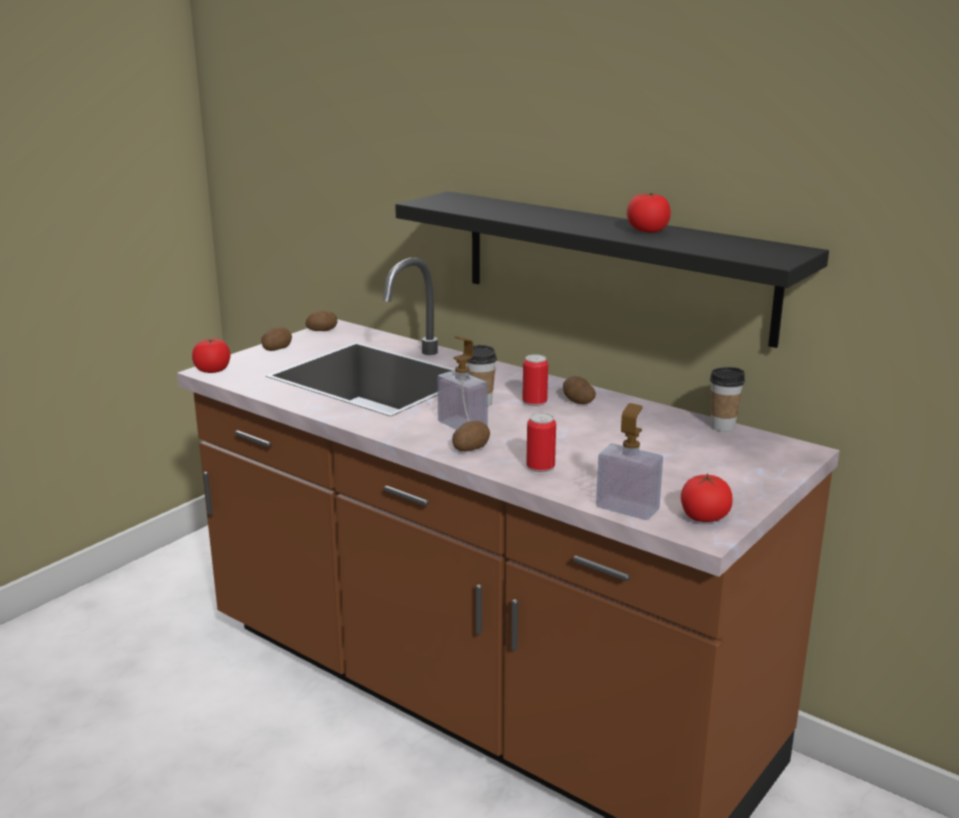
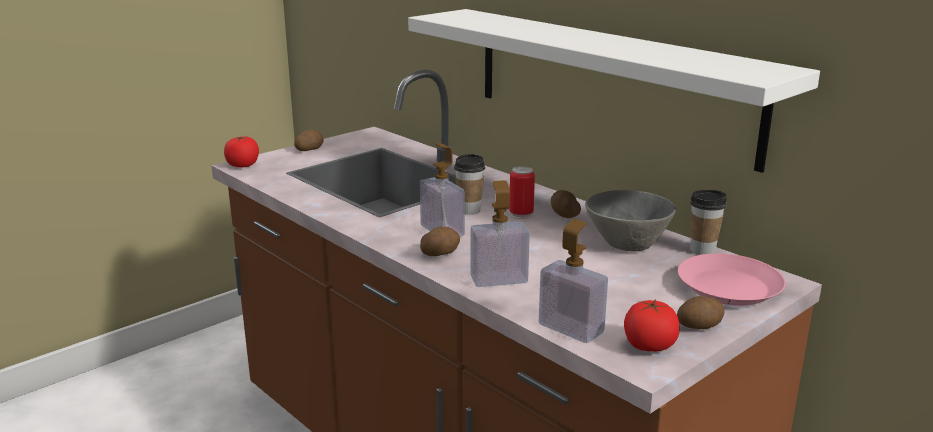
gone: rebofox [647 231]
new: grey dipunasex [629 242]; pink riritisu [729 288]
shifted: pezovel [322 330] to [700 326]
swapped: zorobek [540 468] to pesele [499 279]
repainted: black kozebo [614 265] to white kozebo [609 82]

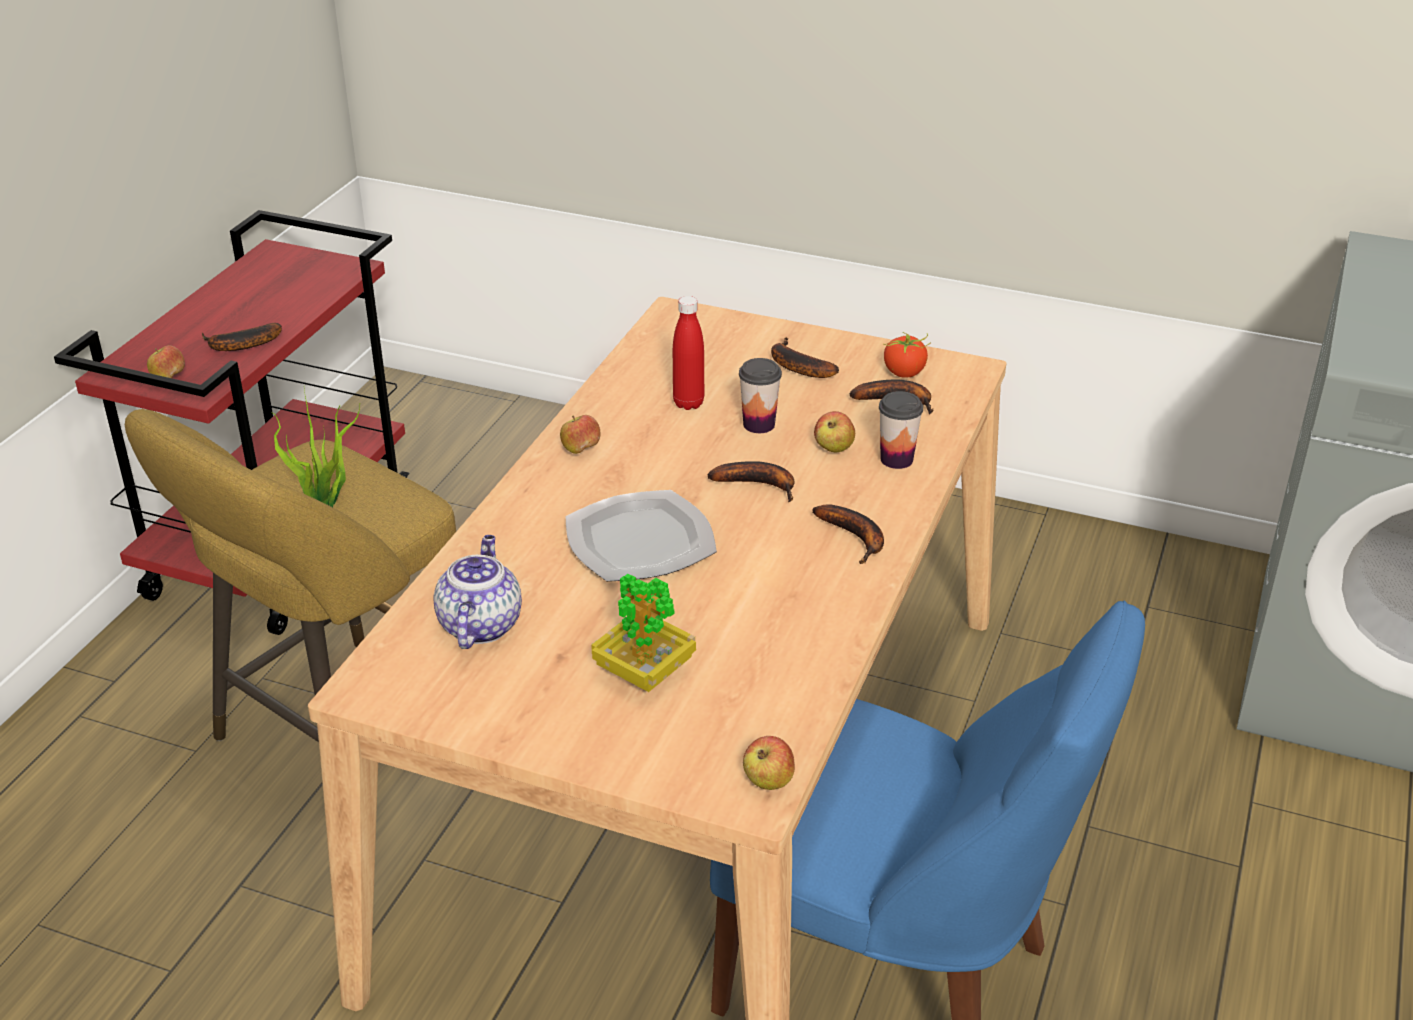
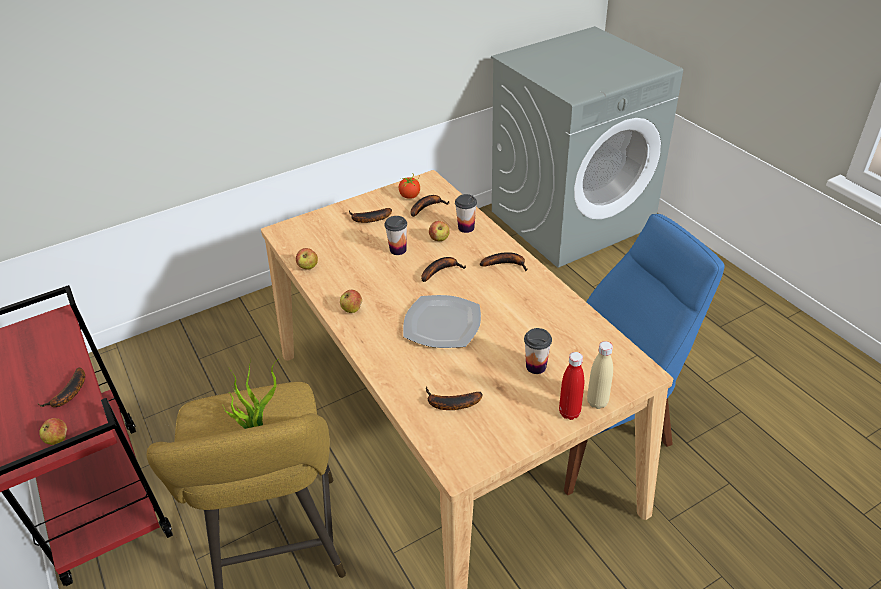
new: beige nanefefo [597 402]
shifted: red nanefefo [688 403] to [569 413]; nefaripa [768 781] to [308 267]
swapped: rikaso [479 624] to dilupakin [450 404]; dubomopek [644 673] to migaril [536 366]

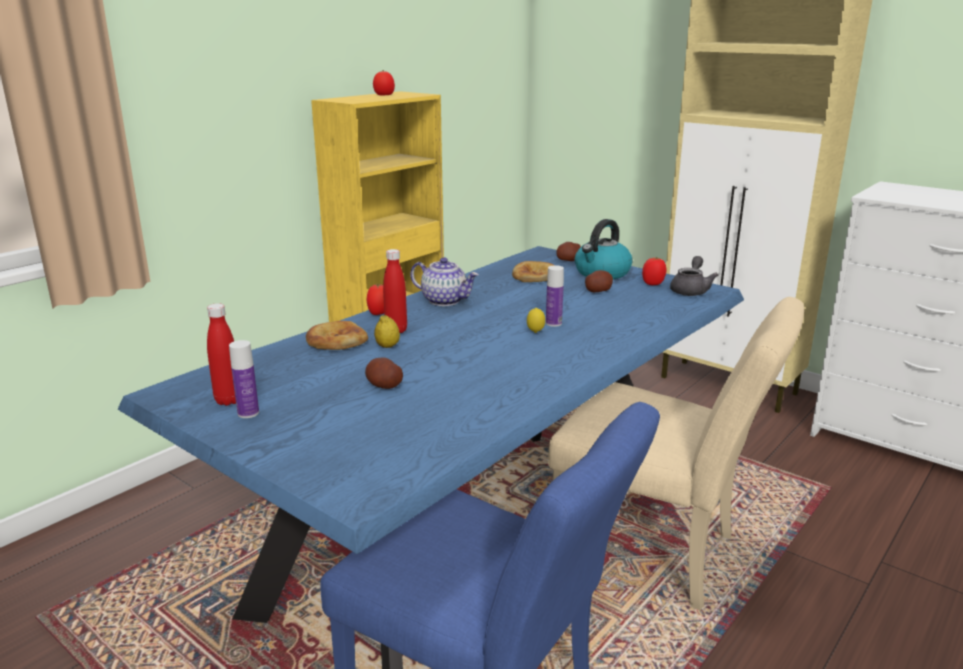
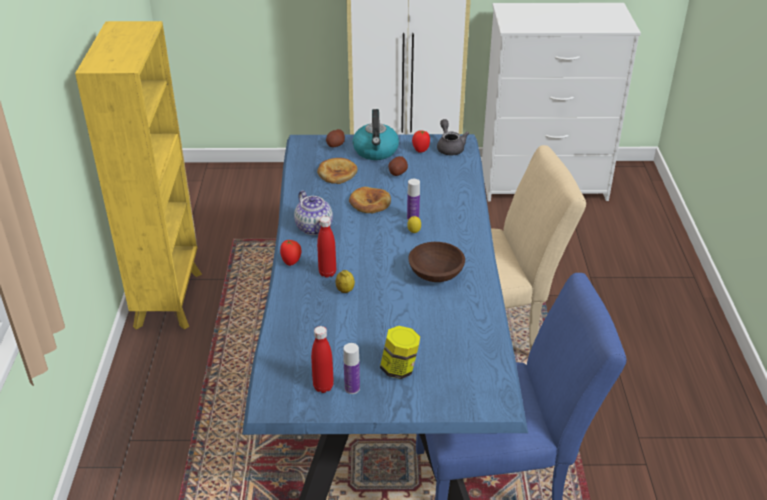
gone: pezovel [384 385]; rebofox [384 95]
new: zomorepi [399 368]; brown dipunasex [436 273]
shifted: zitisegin [336 341] to [370 203]
rotated: rikaso [445 300] = [314 227] 75 degrees clockwise

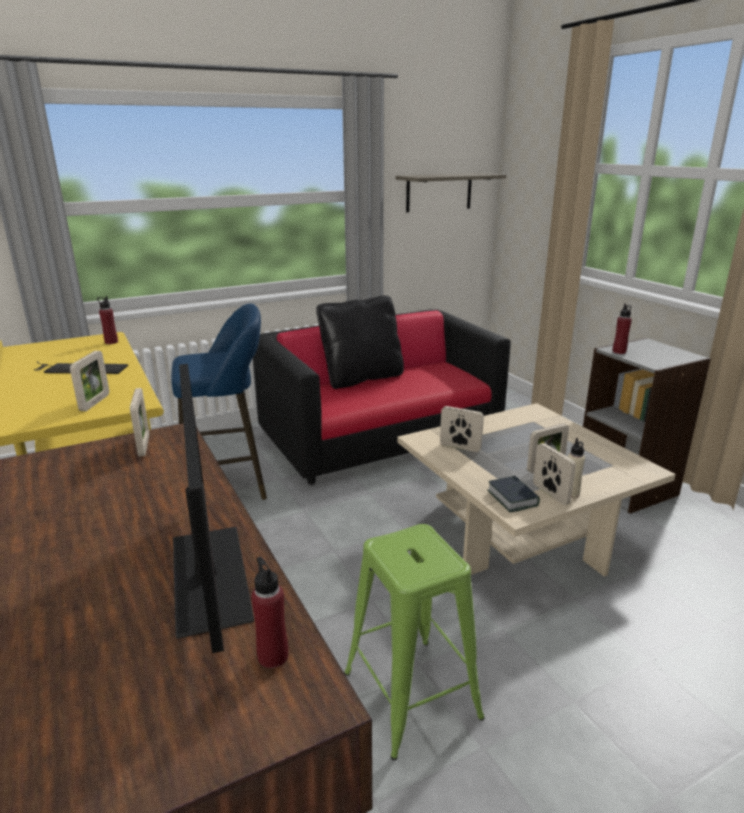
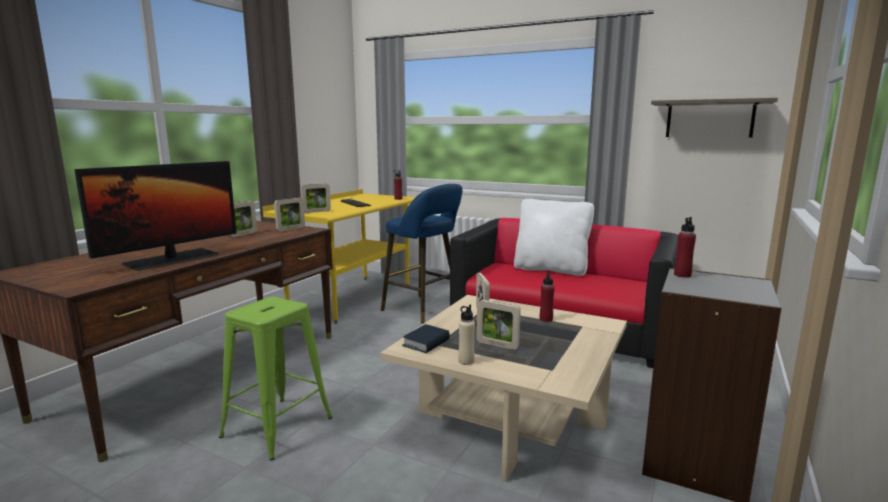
shifted: red nanefefo [273 656] to [546 319]; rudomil [550 494] to [243 234]
repainted: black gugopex [362 378] to white gugopex [551 269]

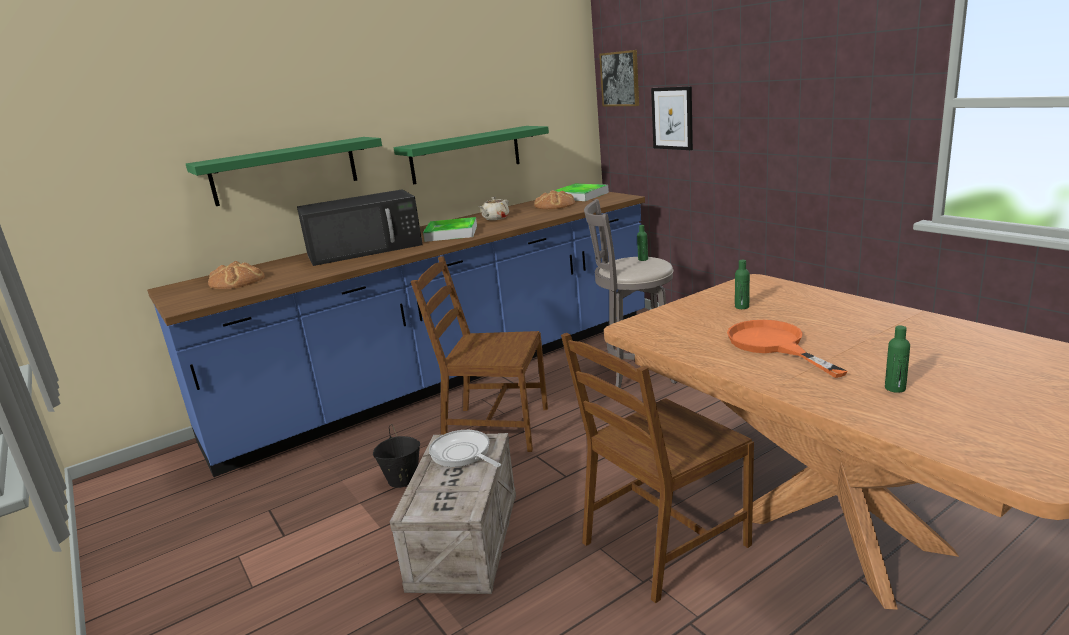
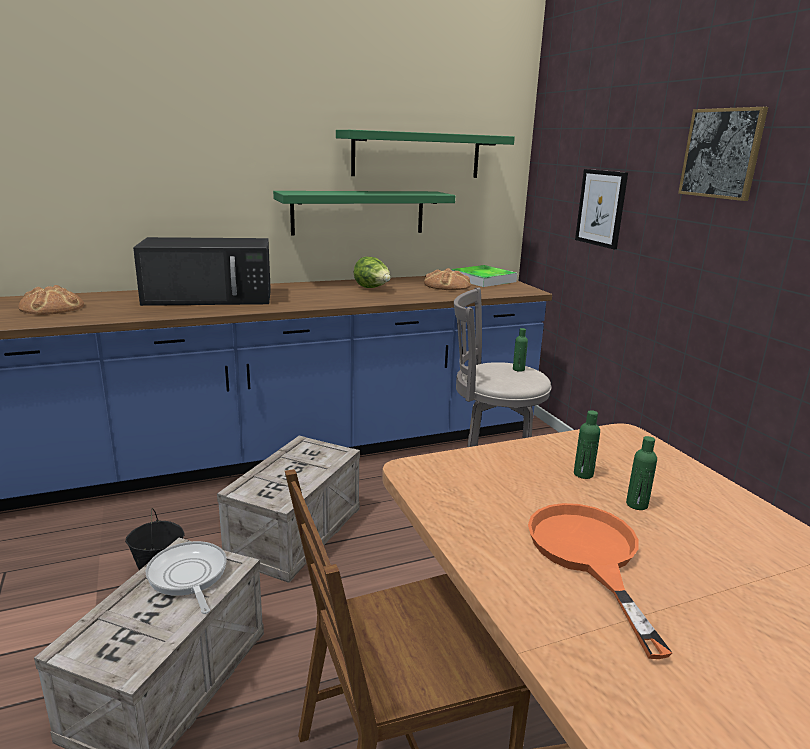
gone: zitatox [451 233]
shifted: green kozebo [285 171] to [416 155]; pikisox [620 79] to [722 153]; green nanefefo [895 388] to [637 504]
swapped: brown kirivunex [495 428] to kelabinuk [296 531]; beige rikaso [495 218] to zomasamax [372 288]

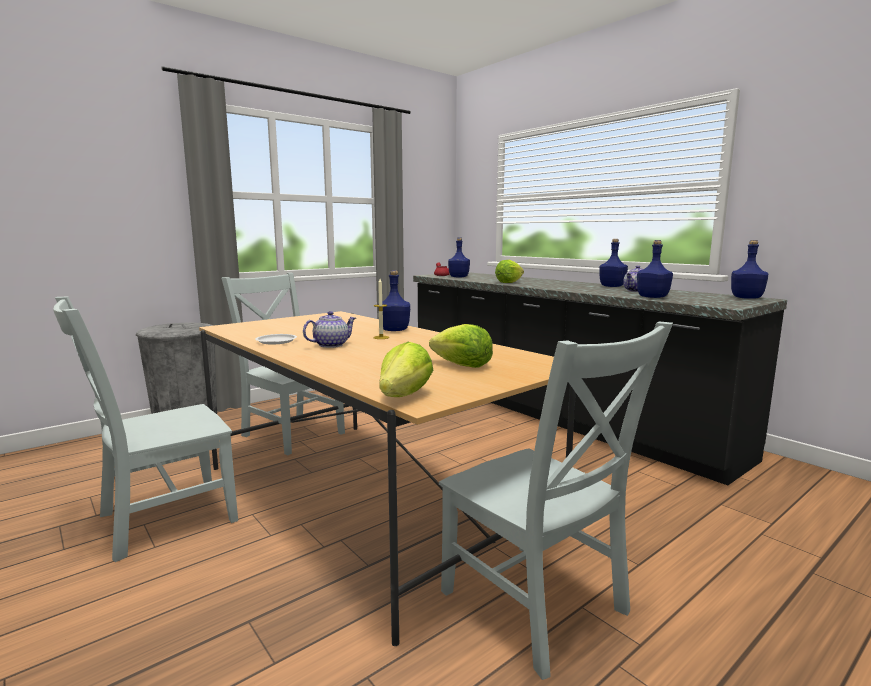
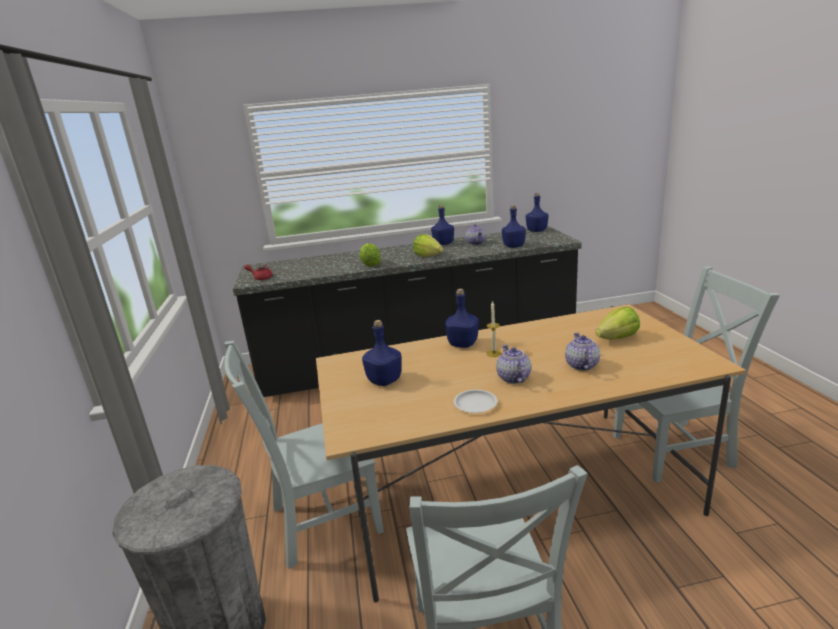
new: rikaso [581 365]
shifted: zomasamax [403 396] to [428 256]; blue nanefefo [458 277] to [385 381]

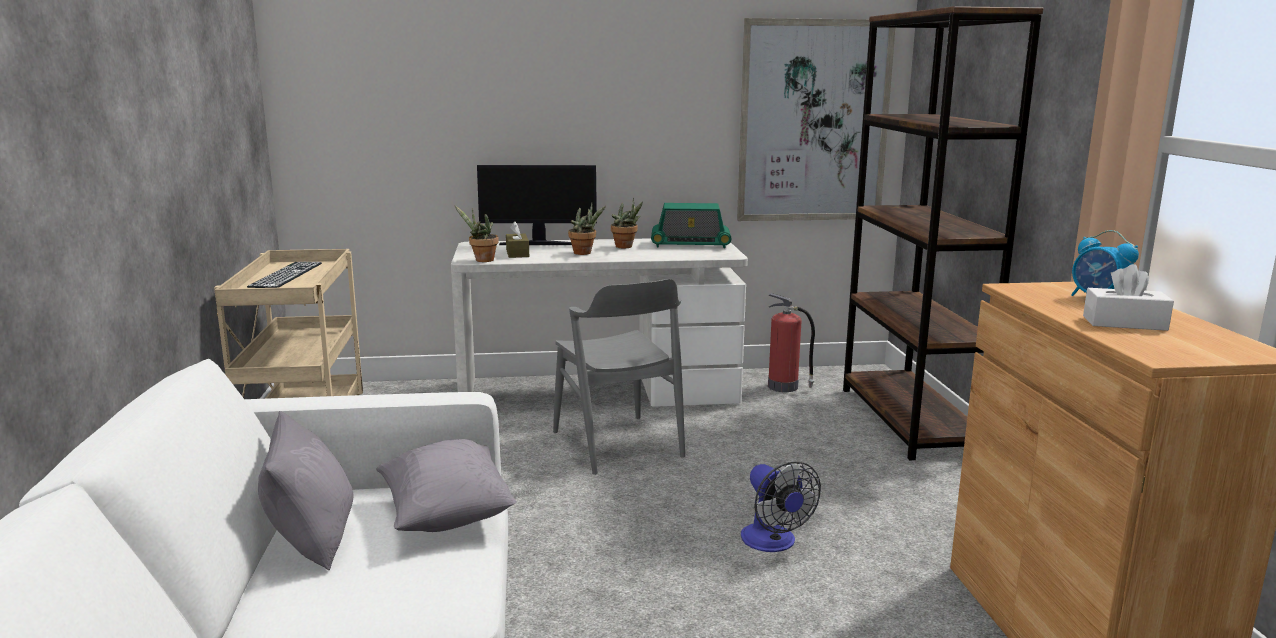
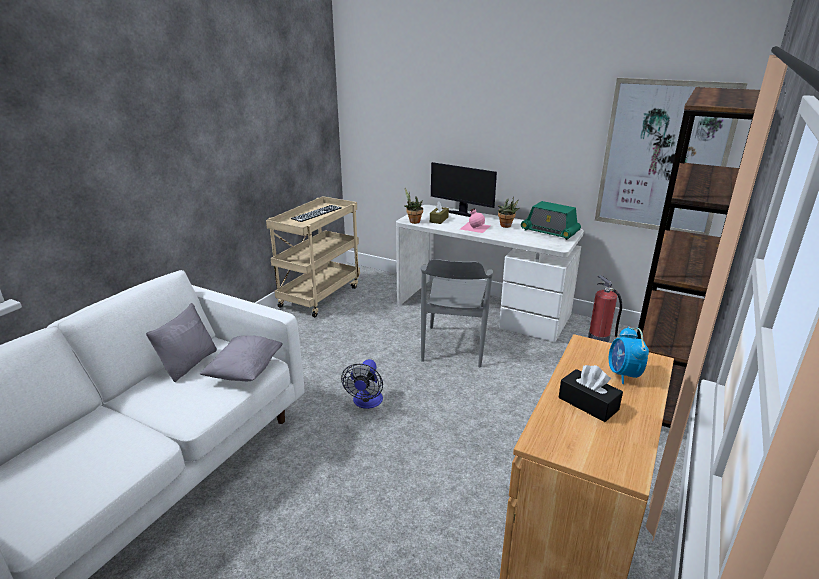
shifted: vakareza [773 543] to [366 402]
swapped: dubomopek [585 253] to pink nanefefo [475 227]
repainted: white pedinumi [1124 323] to black pedinumi [588 404]

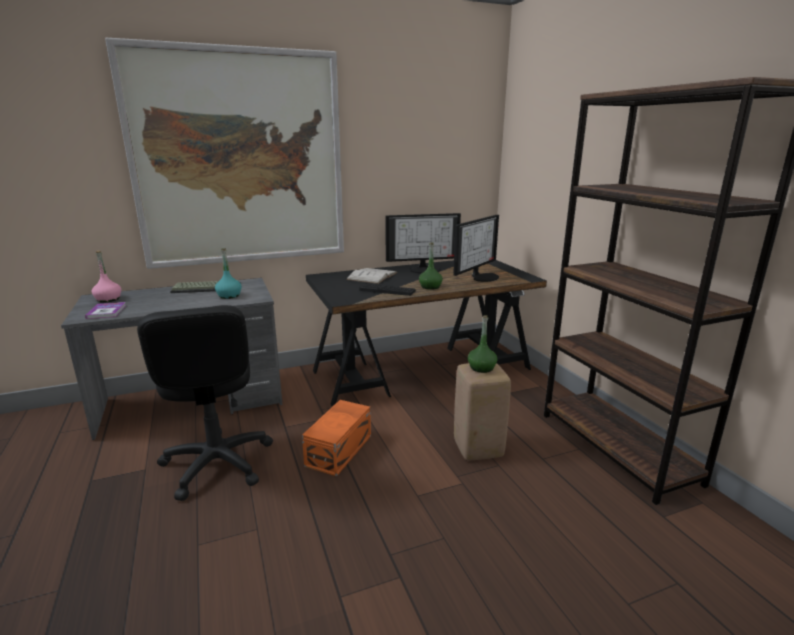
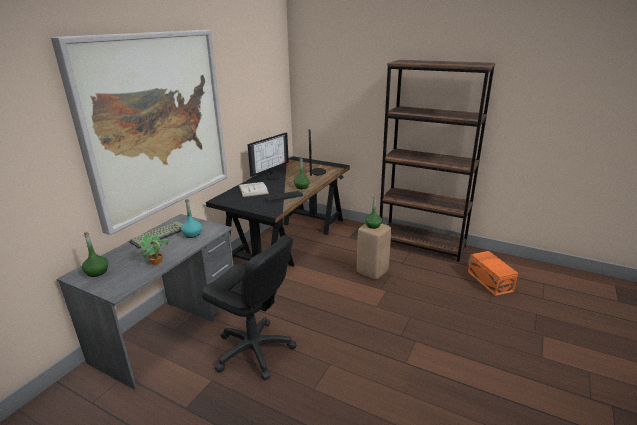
gone: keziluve [106 311]
new: dubomopek [156 262]
shifted: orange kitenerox [340 450] to [490 281]
repainted: pink nanefefo [108 299] to green nanefefo [97 272]

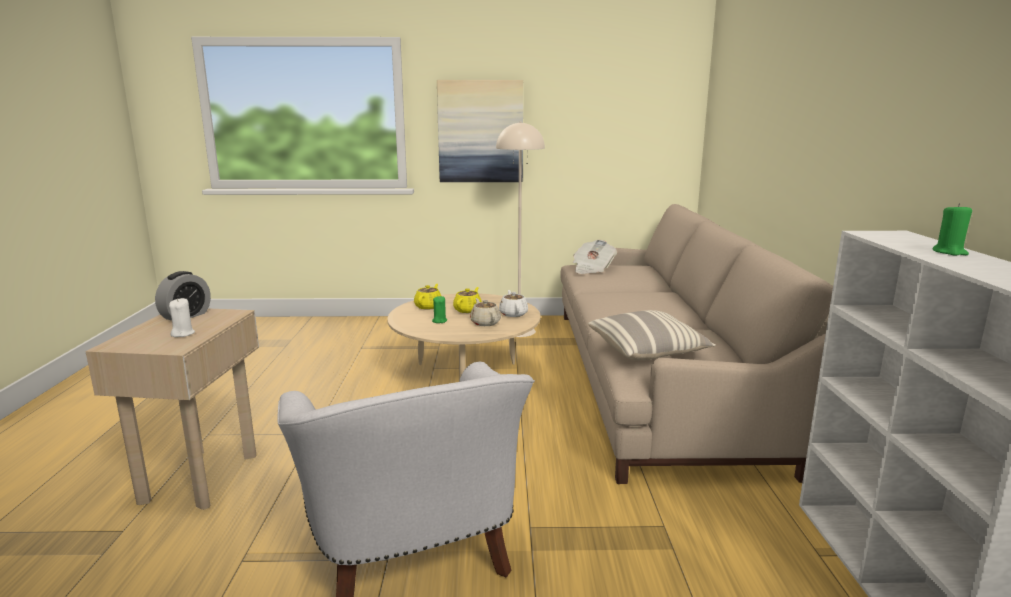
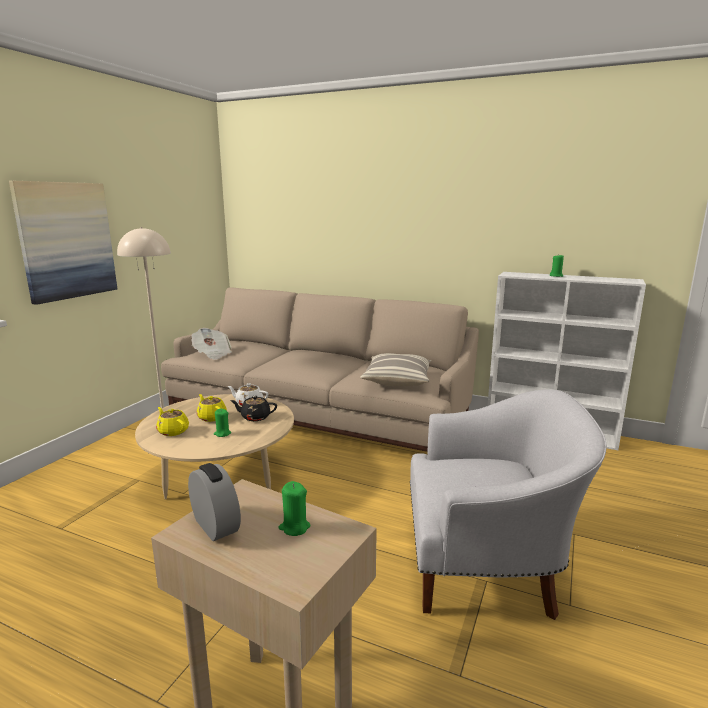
repainted: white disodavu [183 334] to green disodavu [294 527]; beige rikaso [485 323] to black rikaso [255 417]

